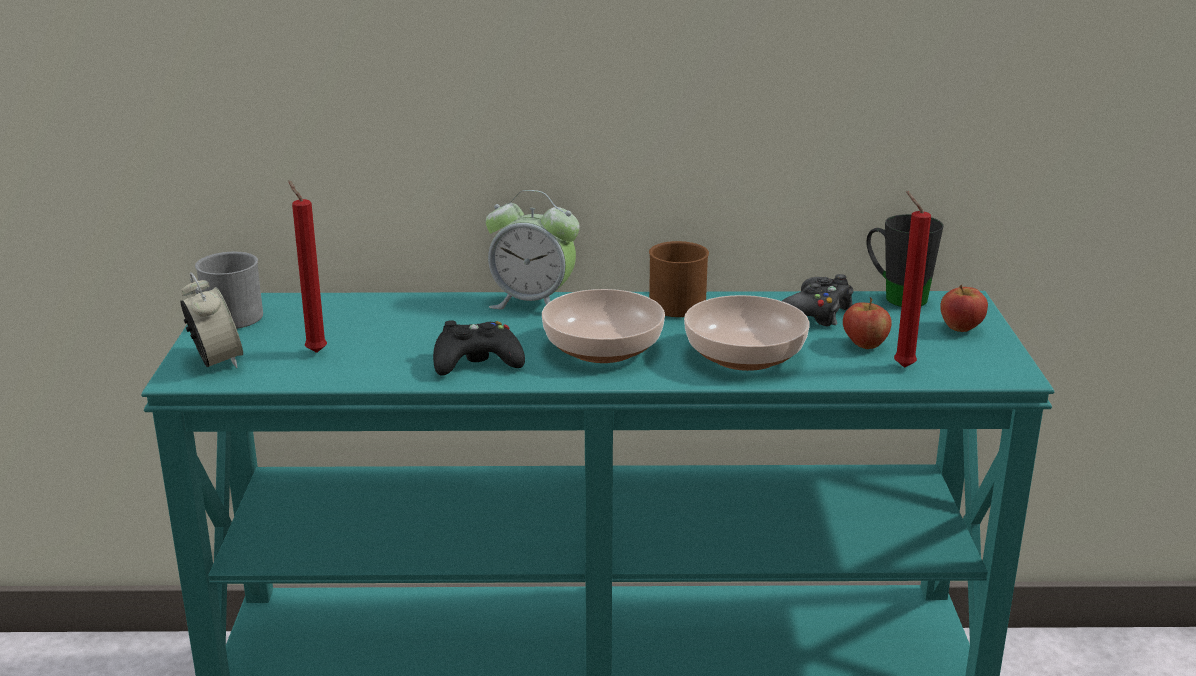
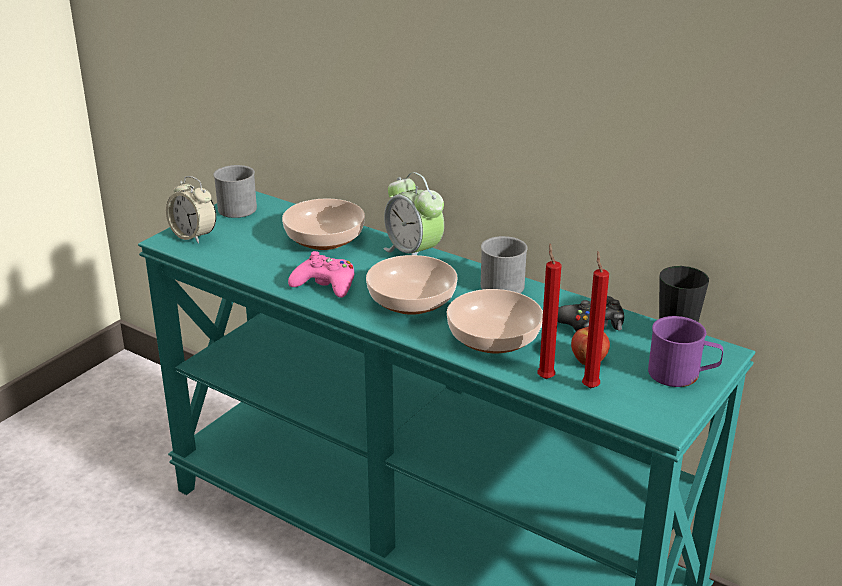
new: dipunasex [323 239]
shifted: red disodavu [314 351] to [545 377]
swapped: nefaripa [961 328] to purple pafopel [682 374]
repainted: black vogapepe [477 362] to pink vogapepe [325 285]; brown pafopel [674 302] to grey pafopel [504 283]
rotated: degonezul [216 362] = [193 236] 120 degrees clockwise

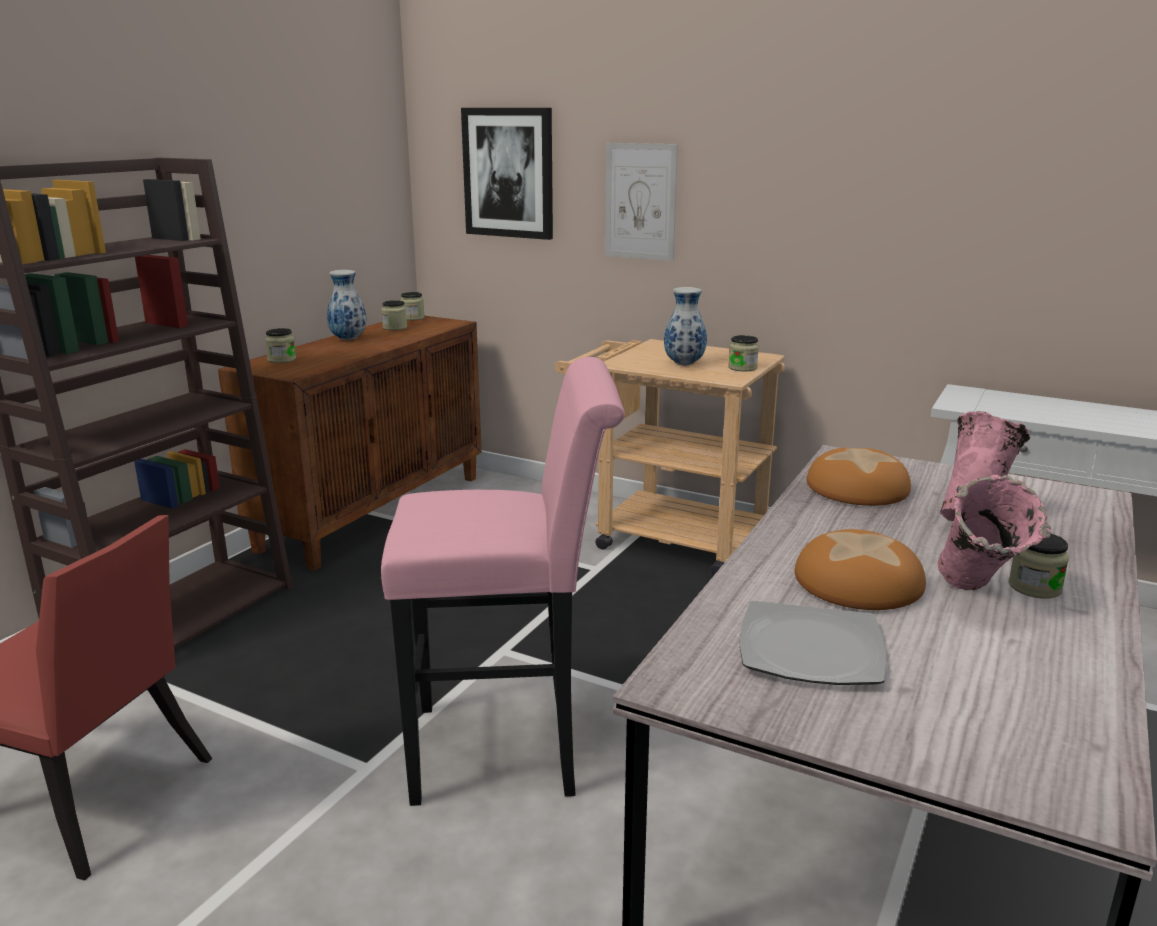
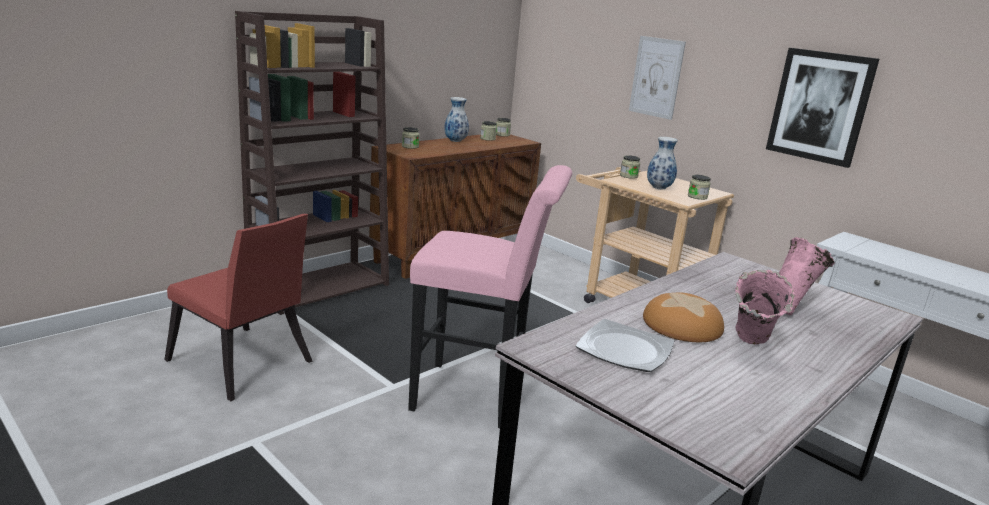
gone: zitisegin [856 488]
shifted: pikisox [508 173] to [820 106]; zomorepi [1034 587] to [628 176]

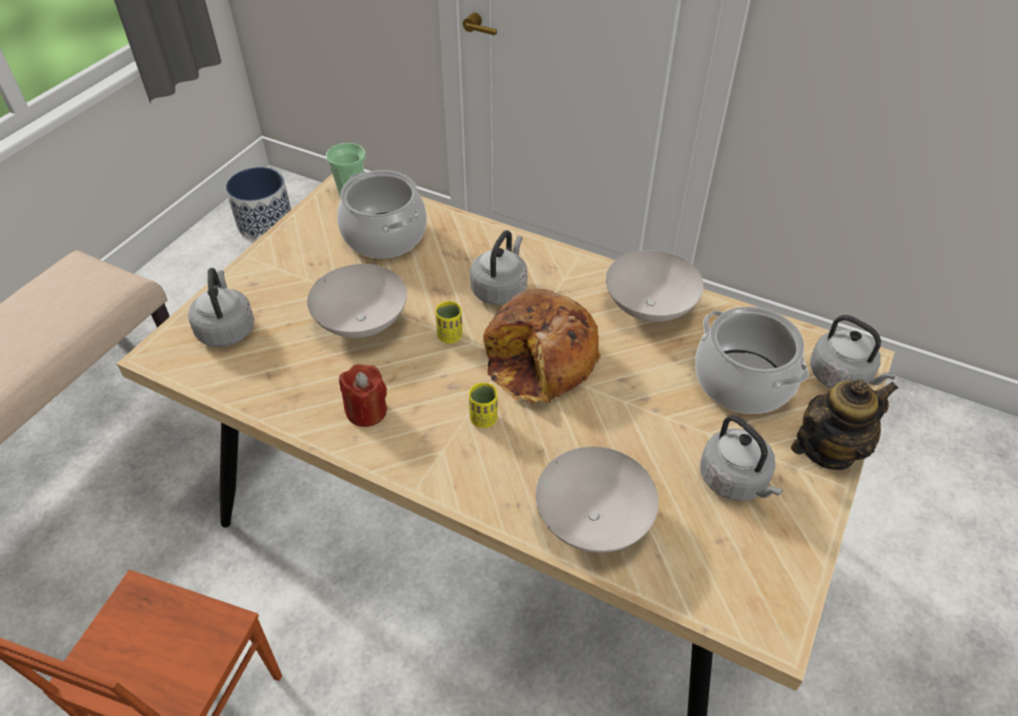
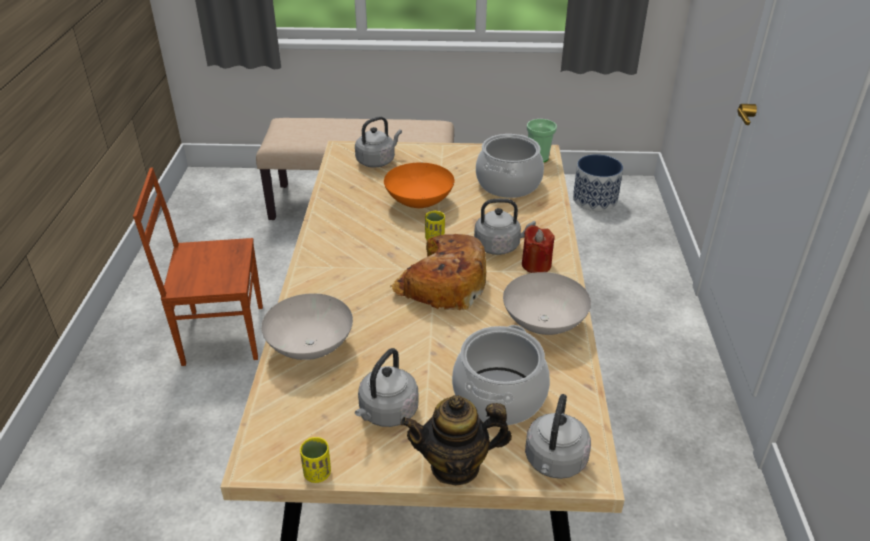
shifted: red disodavu [366 411] to [536 265]; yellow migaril [483 419] to [317 473]
repainted: white dipunasex [362 321] to orange dipunasex [420 202]
rotated: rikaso [827 450] = [455 465] 135 degrees clockwise

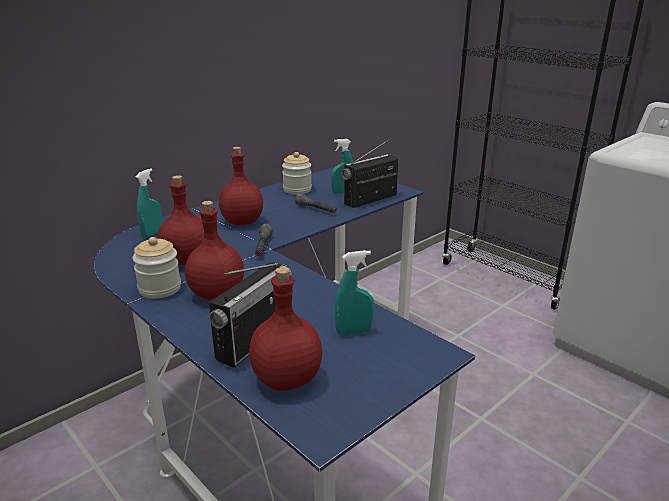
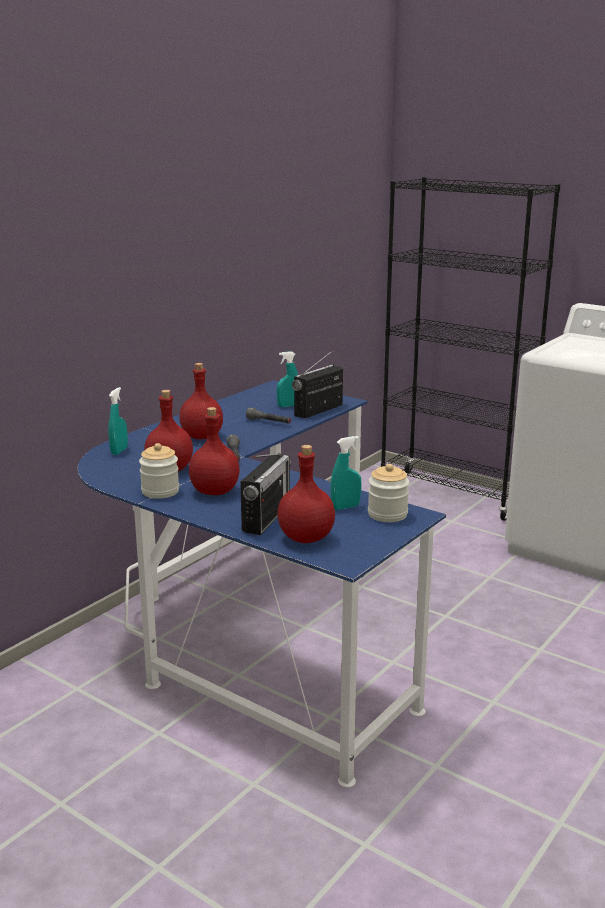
shifted: zomorepi [297 190] to [387 514]

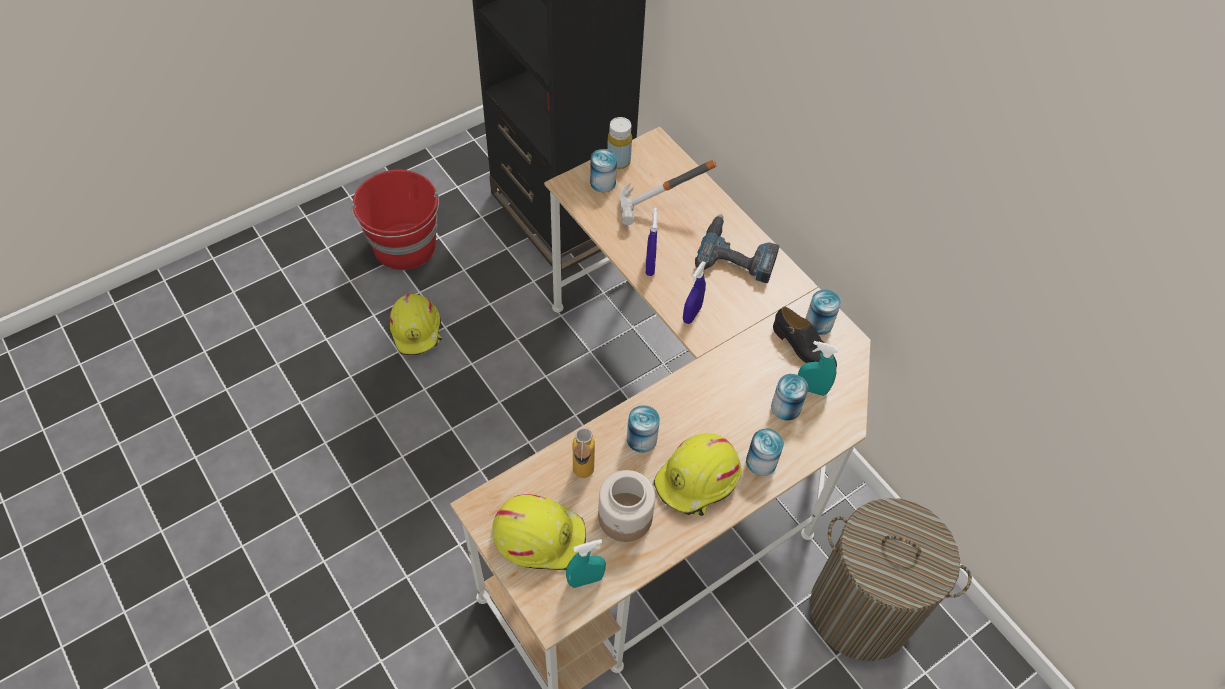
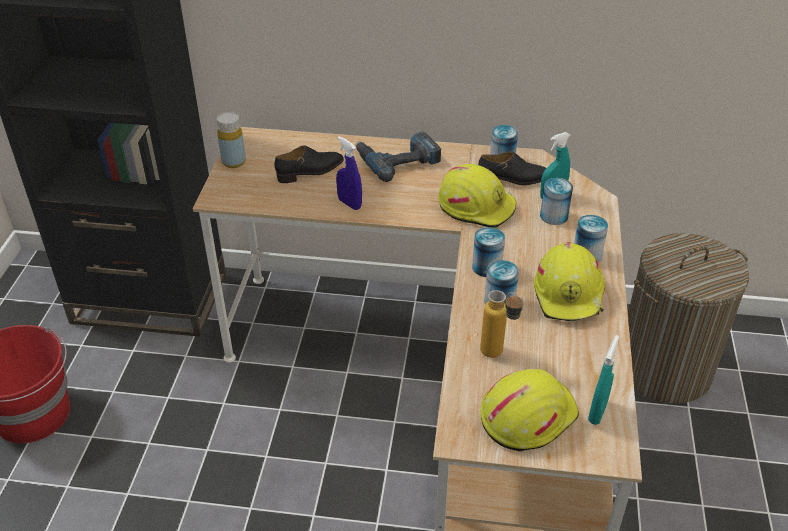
gone: zomorepi [625 517]; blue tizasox [692 314]
shifted: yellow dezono [417 330] to [476 206]; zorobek [603 182] to [487 267]
swapped: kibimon [660 213] to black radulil [310 171]

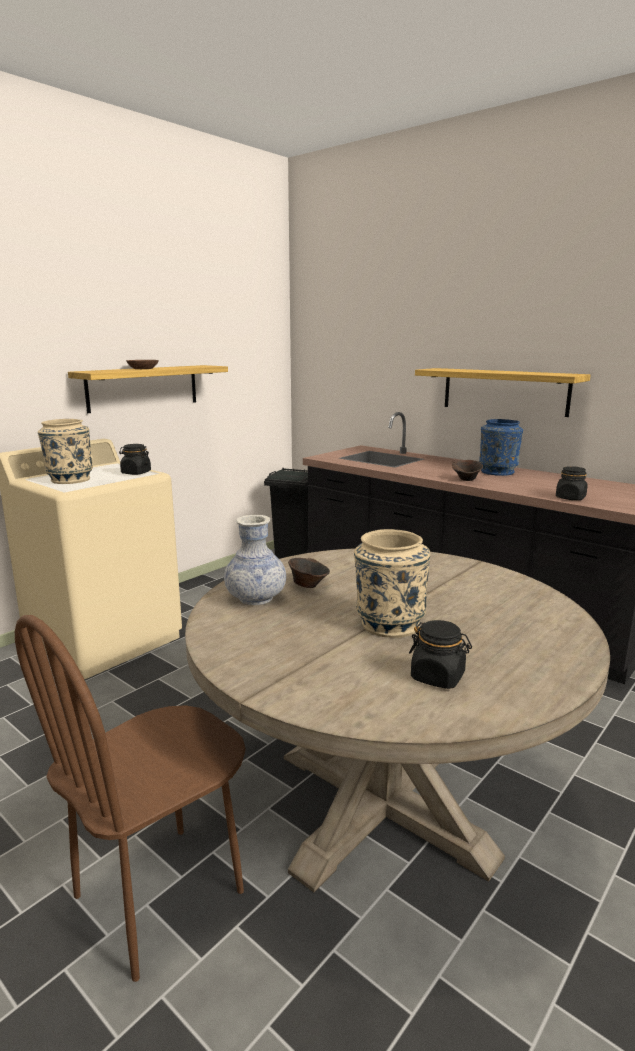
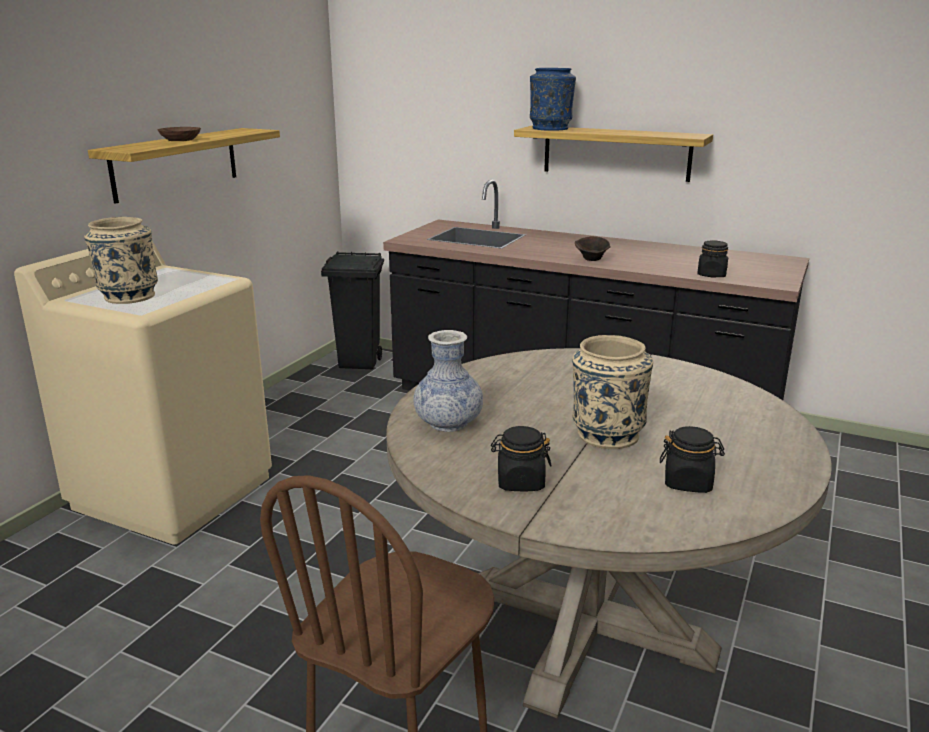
gone: brown dipunasex [308 585]
shifted: black zomorepi [136 473] to [520 482]; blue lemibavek [497 472] to [550 128]

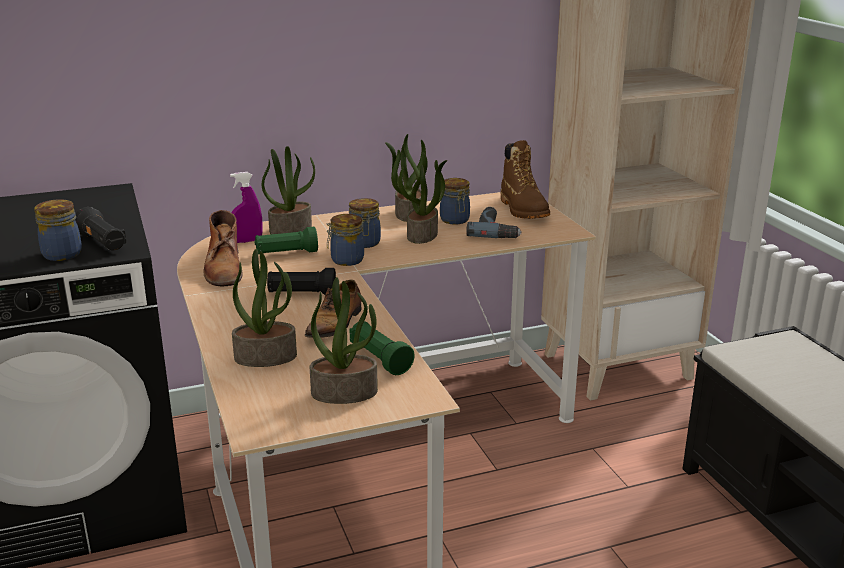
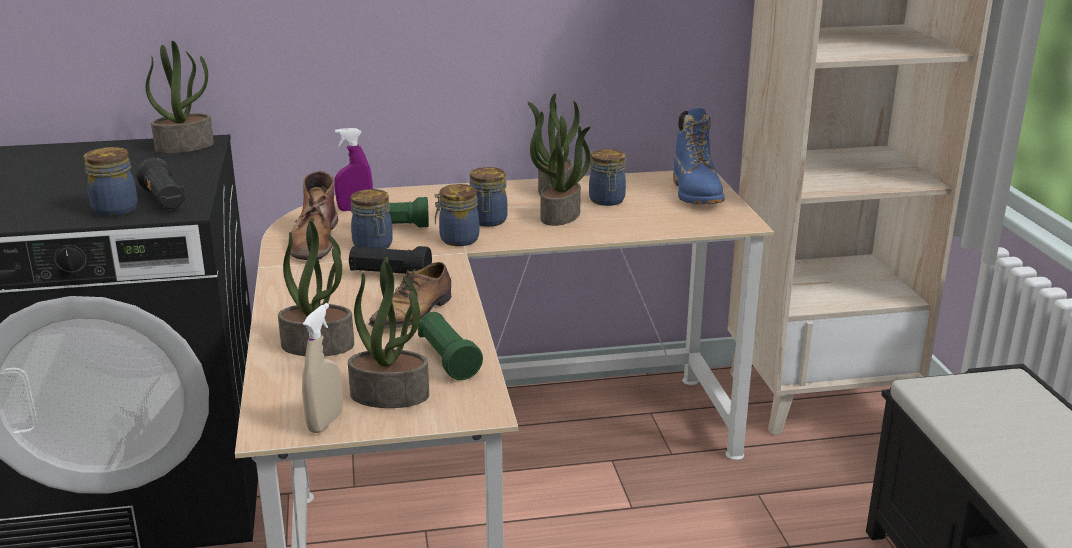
gone: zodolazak [496 230]
new: beige tizasox [325 422]; zomorepi [373 246]
shifted: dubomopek [291 229] to [185 146]
repainted: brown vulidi [523 210] to blue vulidi [696 193]

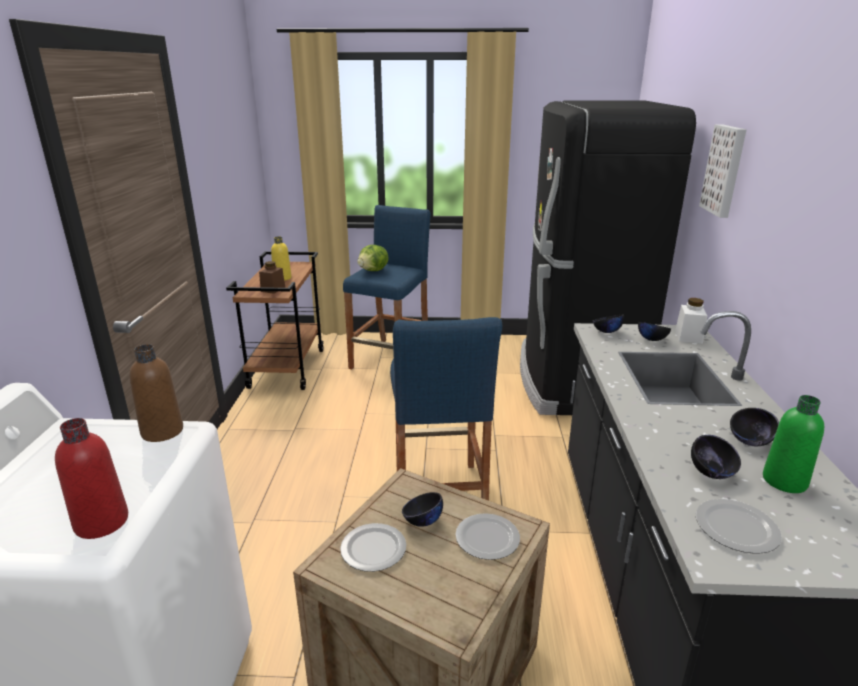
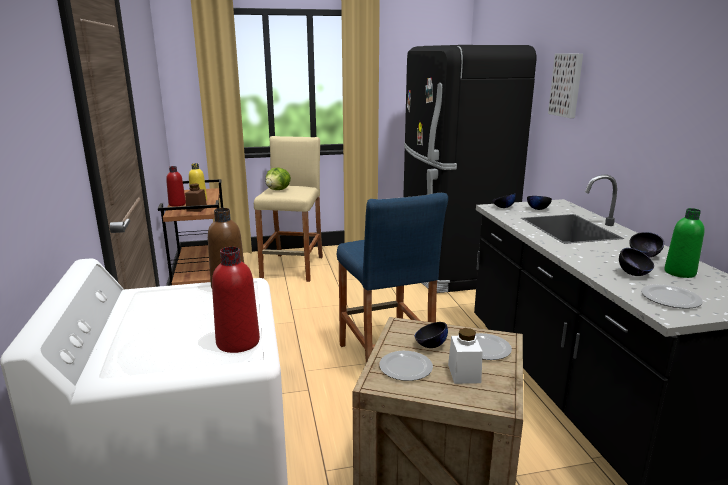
new: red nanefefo [177 204]
shifted: white zomorepi [688 336] to [464 373]
repainted: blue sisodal [391 358] to beige sisodal [293 267]

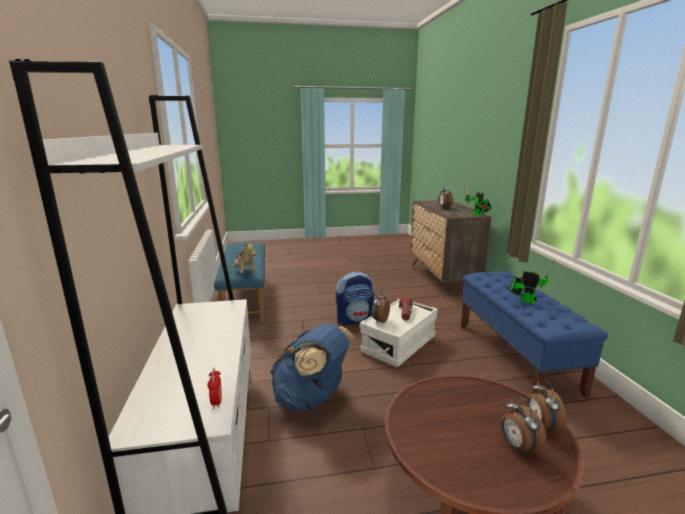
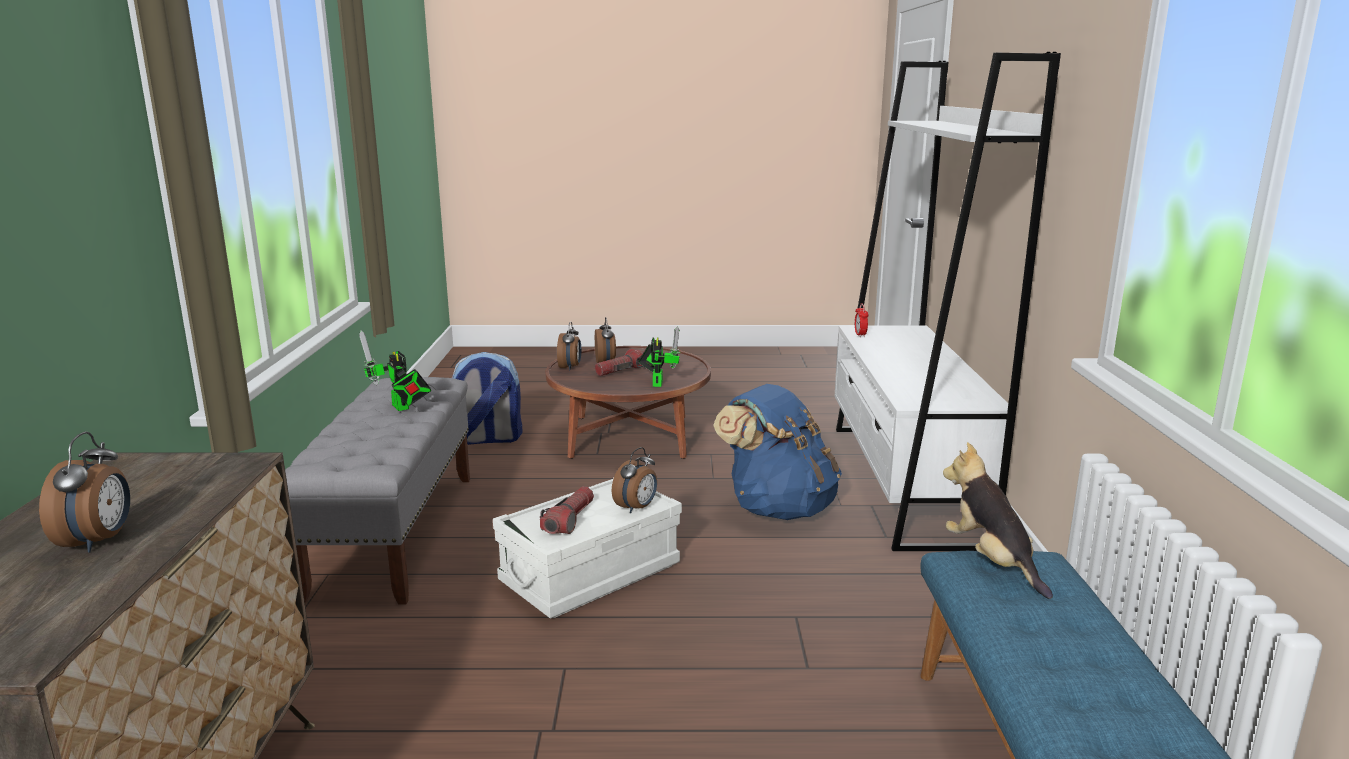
new: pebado [622 371]
shifted: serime [355 320] to [487 439]; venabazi [477 215] to [657 382]
repainted: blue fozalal [515 356] to grey fozalal [394 533]

